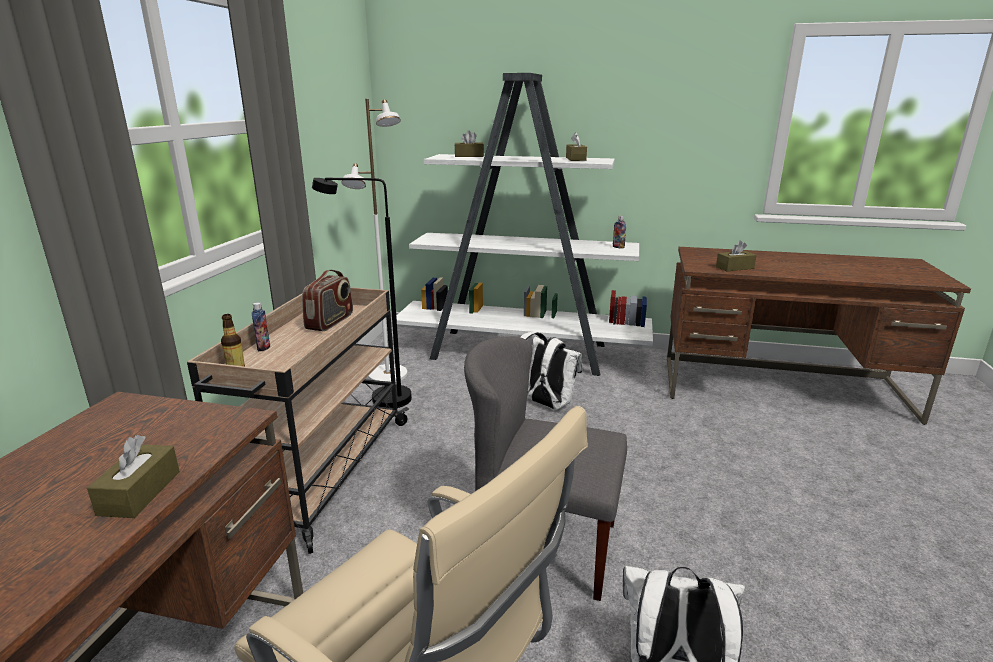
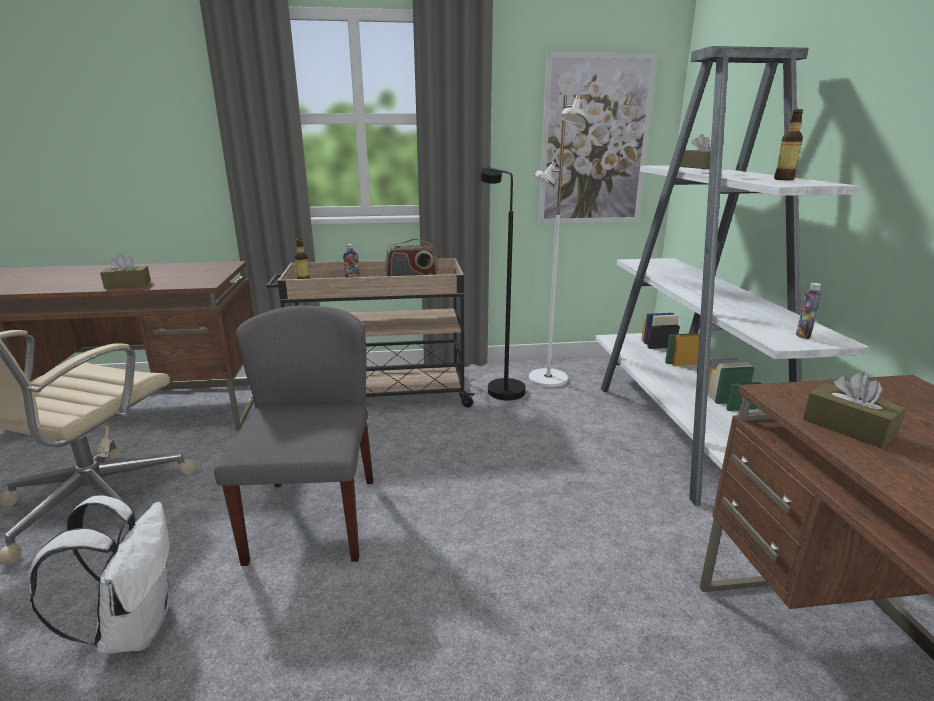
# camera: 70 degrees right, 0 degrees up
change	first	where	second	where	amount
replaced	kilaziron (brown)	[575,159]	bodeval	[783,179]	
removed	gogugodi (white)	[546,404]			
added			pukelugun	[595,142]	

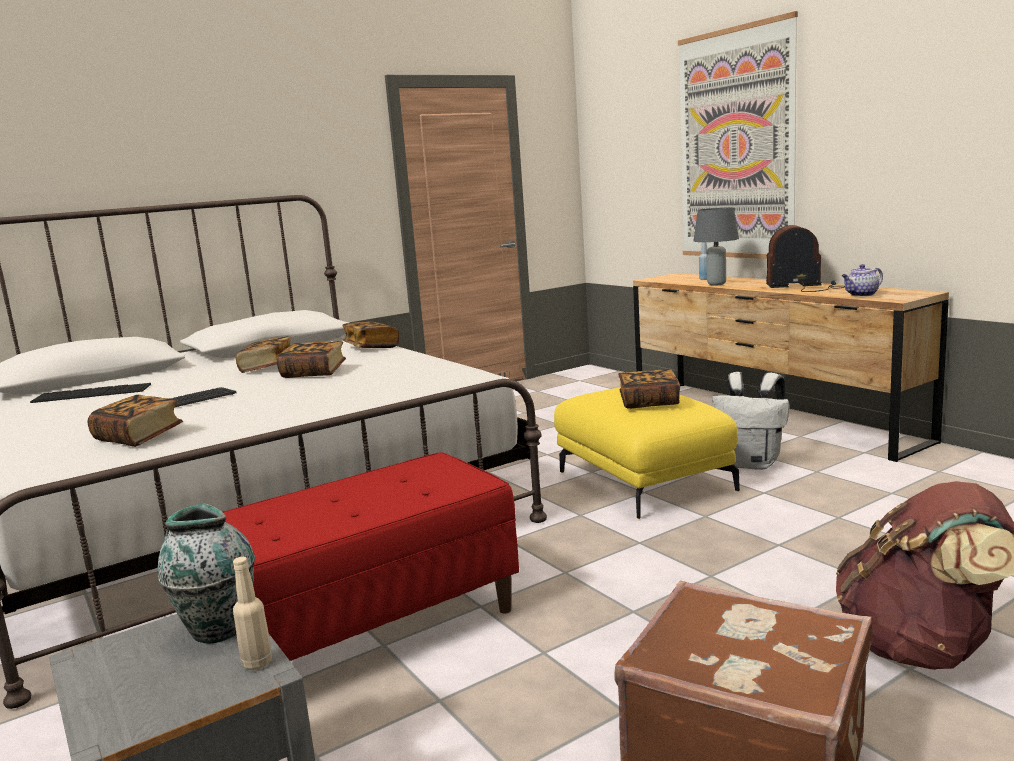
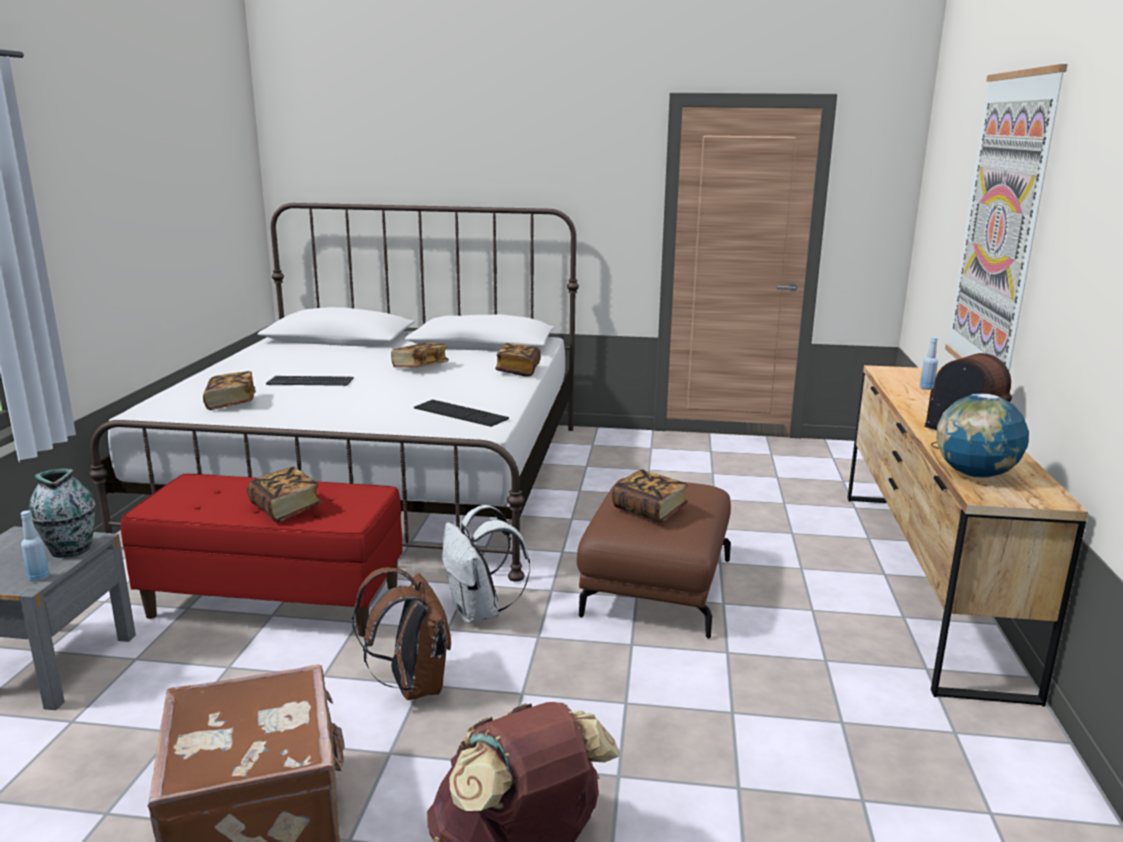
# camera: 40 degrees right, 5 degrees up
change	first	where	second	where	amount
removed	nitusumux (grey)	[716,284]			
replaced	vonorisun	[861,295]	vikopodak	[975,474]	
moved	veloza	[313,373]		[286,509]	
moved	gogugodi (white)	[752,464]		[479,613]	
moved	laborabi	[92,393]		[460,413]	
recoloured	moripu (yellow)	[642,482]	moripu (brown)	[655,586]	
recoloured	bodeval (beige)	[257,663]	bodeval (blue)	[38,578]	
added			gogugodi (brown)	[412,685]	

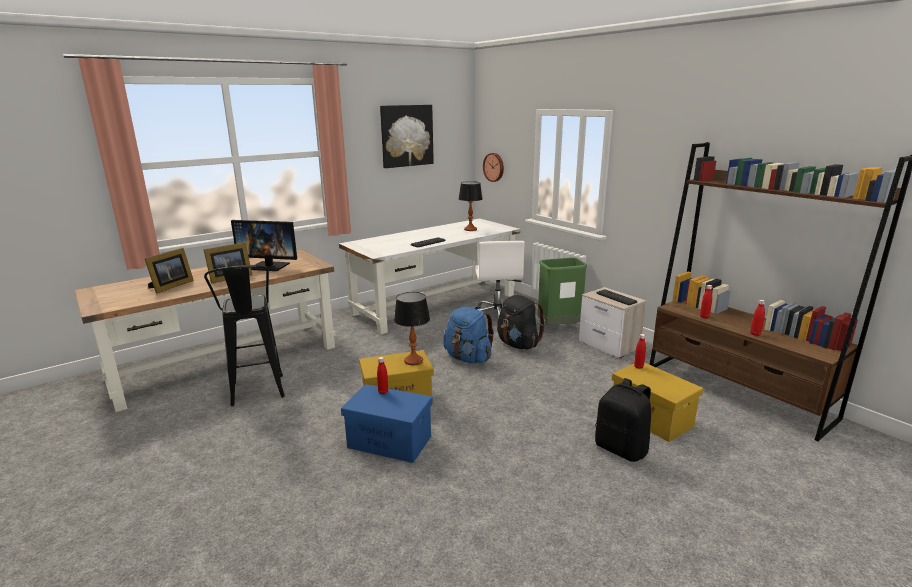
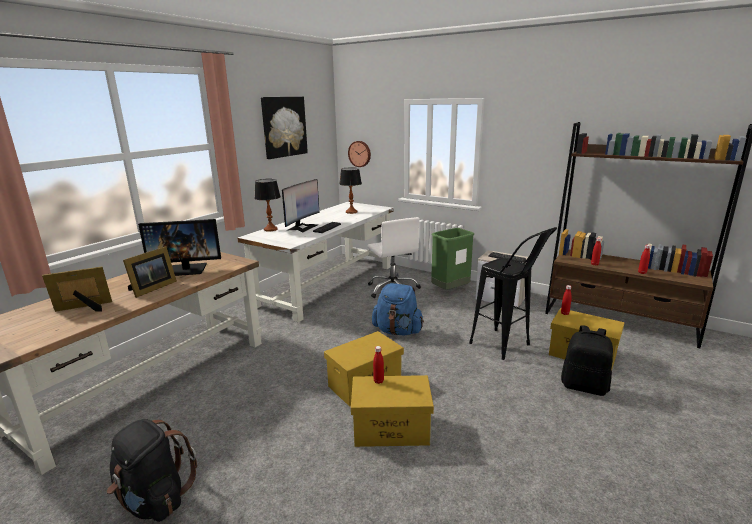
# camera: 20 degrees left, 0 degrees up
change	first	where	second	where	amount
turned	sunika	[170,286]		[85,308]	120 degrees counterclockwise
moved	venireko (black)	[258,395]		[507,347]	
moved	nitusumux	[413,361]		[270,229]	
moved	gogugodi (black)	[518,344]		[154,499]	
recoloured	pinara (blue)	[390,441]	pinara (yellow)	[392,429]	
added			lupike	[302,227]	

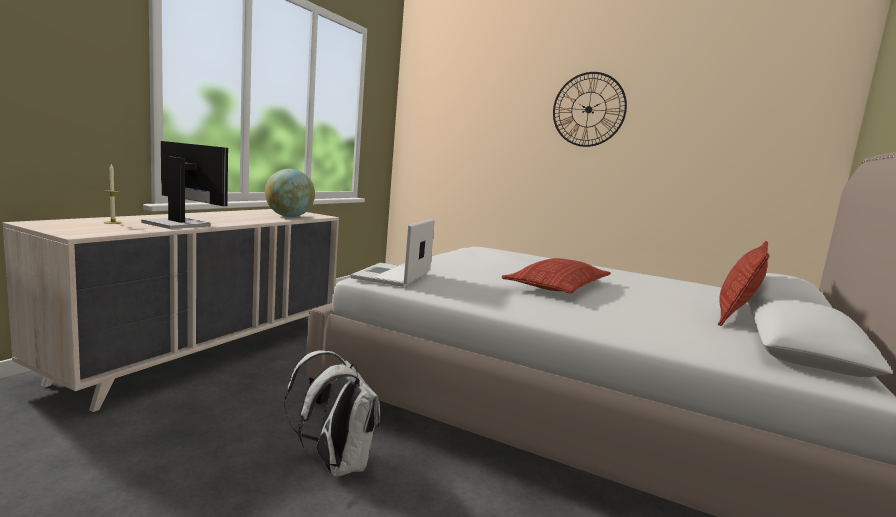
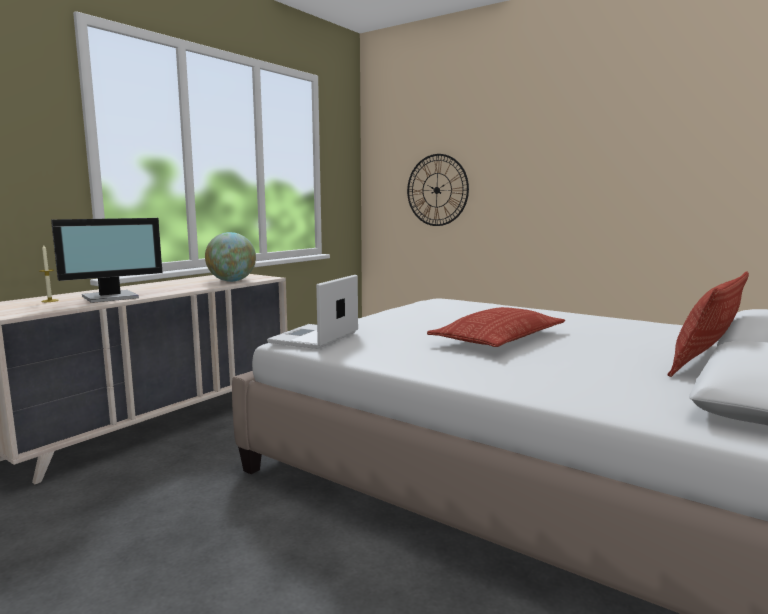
# camera: 10 degrees right, 0 degrees up
change	first	where	second	where	amount
moved	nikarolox	[588,109]		[437,190]	
turned	lupike	[178,224]		[111,297]	105 degrees clockwise
removed	gogugodi (white)	[335,464]			

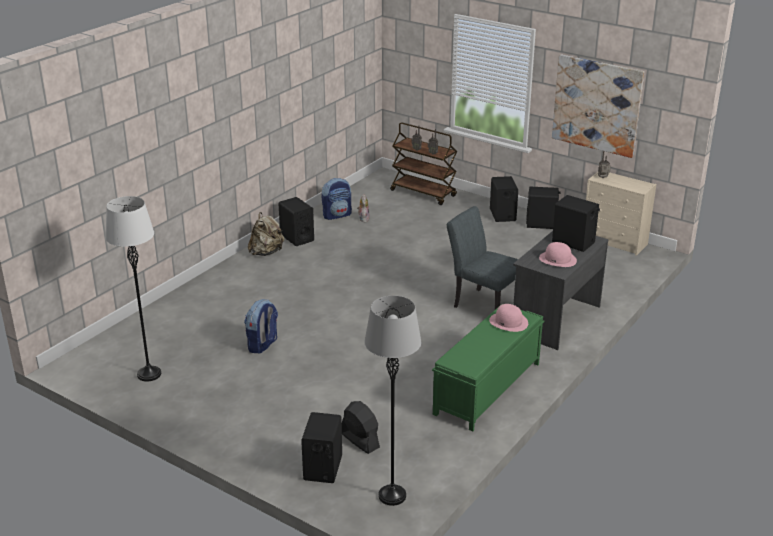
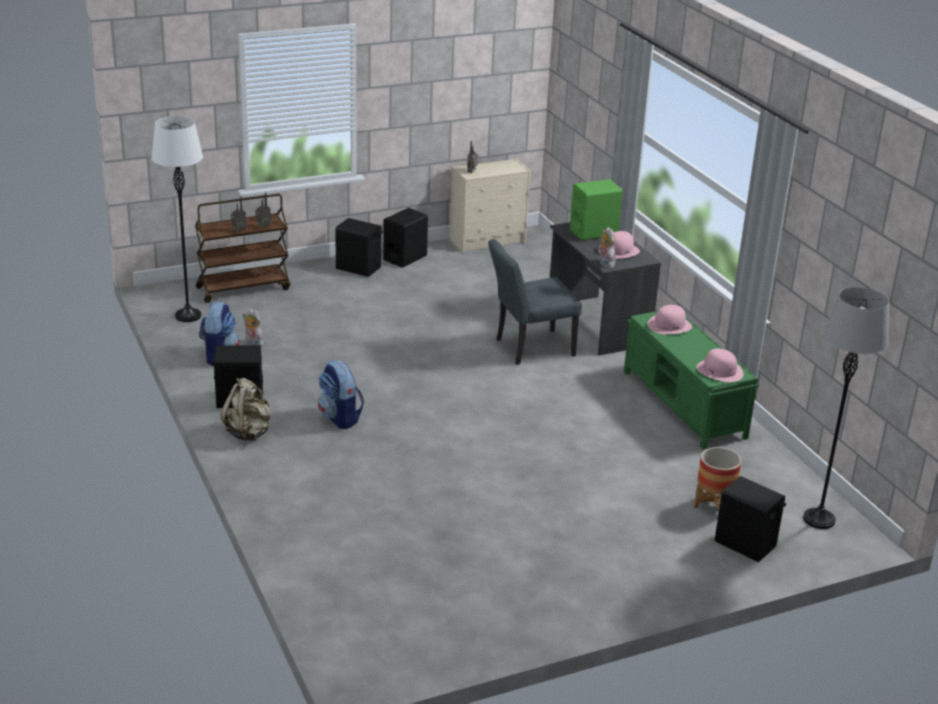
# camera: 60 degrees left, 0 degrees up
change	first	where	second	where	amount
removed	pukelugun	[597,105]			
recoloured	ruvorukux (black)	[573,242]	ruvorukux (green)	[594,232]	
moved	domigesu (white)	[149,374]		[188,316]	
moved	gogugodi	[263,345]		[340,418]	
replaced	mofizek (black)	[359,440]	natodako	[713,506]	
added			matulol	[605,263]	
added			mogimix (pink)	[720,370]	

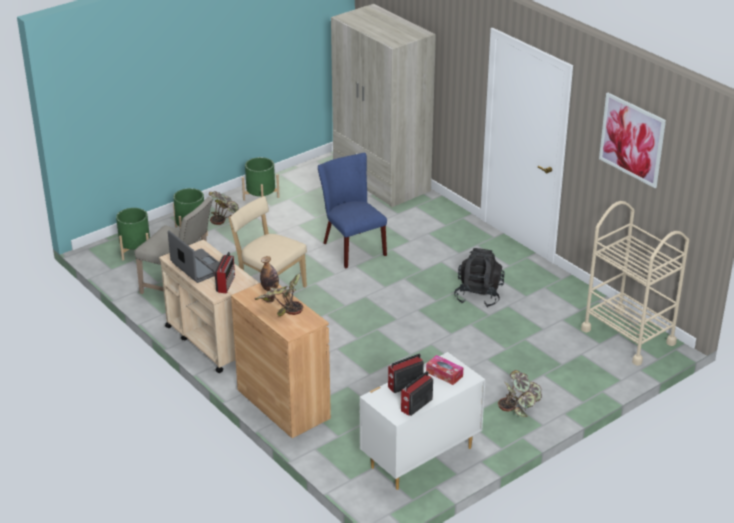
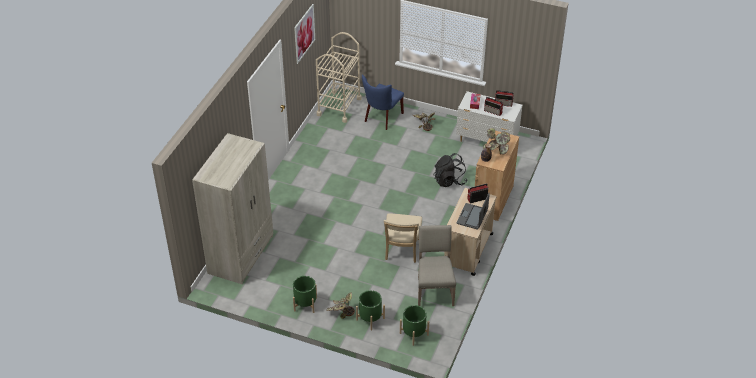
# camera: 120 degrees left, 10 degrees up
change	first	where	second	where	amount
moved	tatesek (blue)	[351,247]		[382,118]	
moved	gogugodi (black)	[478,295]		[449,181]	

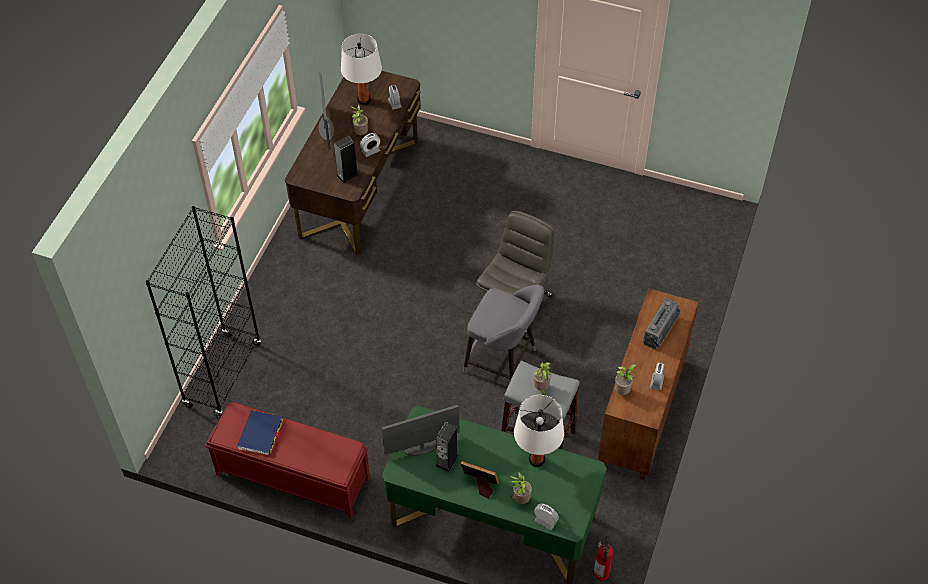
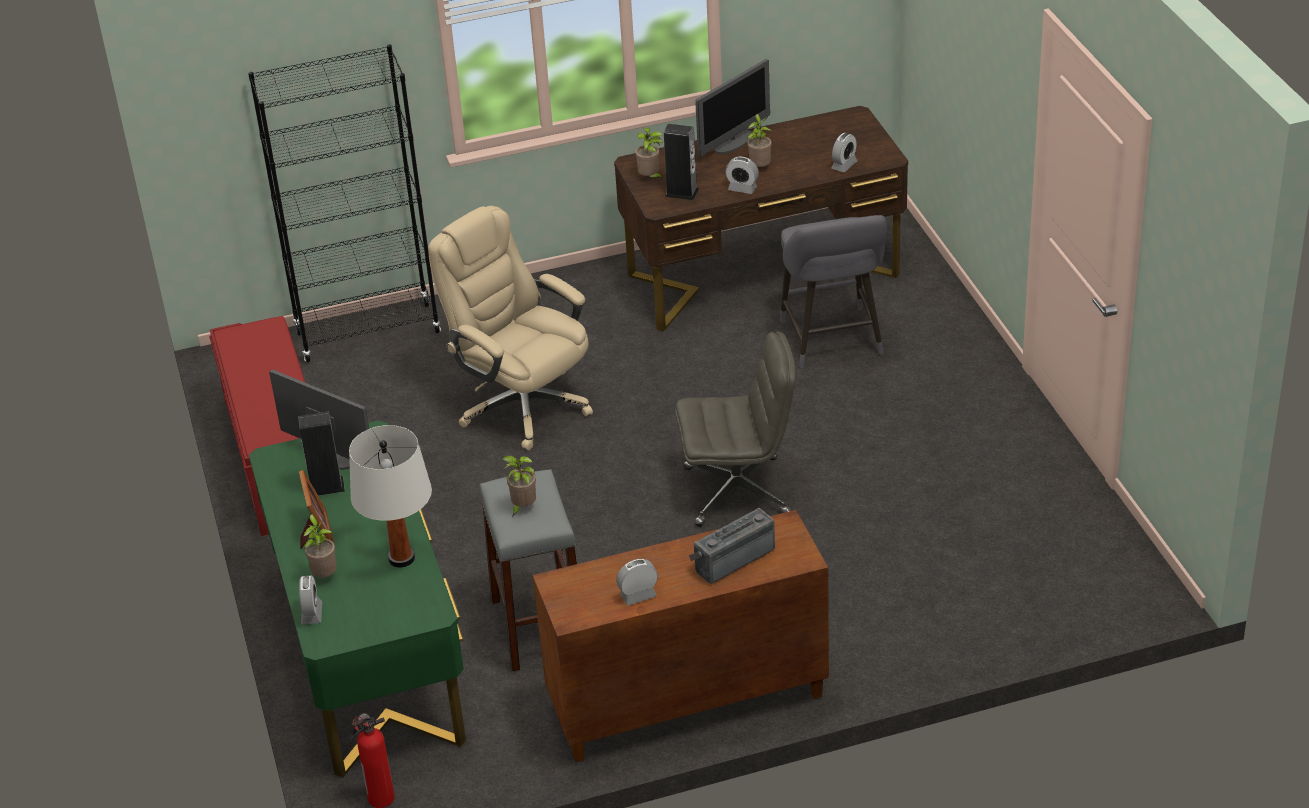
# camera: 55 degrees right, 15 degrees down
change	first	where	second	where	amount
removed	nitusumux (white)	[364,100]			
moved	venireko (grey)	[503,362]		[833,341]	
turned	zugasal	[661,331]		[732,558]	150 degrees clockwise
moved	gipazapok	[623,391]		[650,178]	
removed	veloza (blue)	[260,434]			
added			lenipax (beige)	[522,405]	

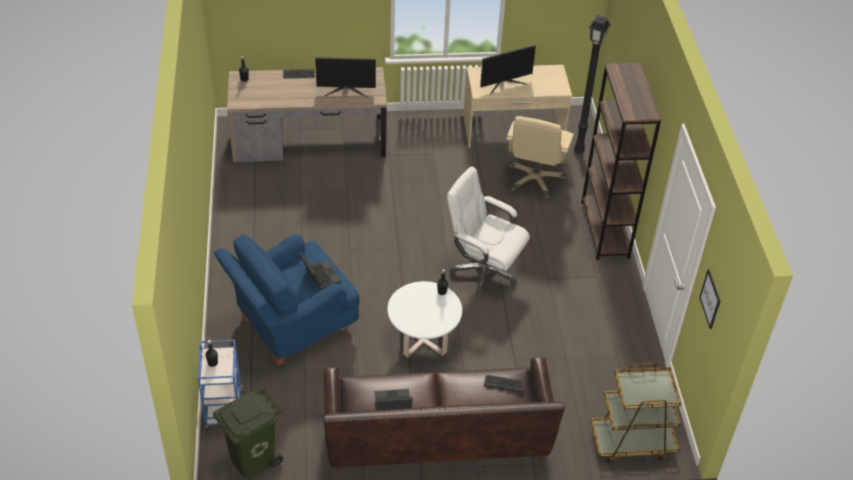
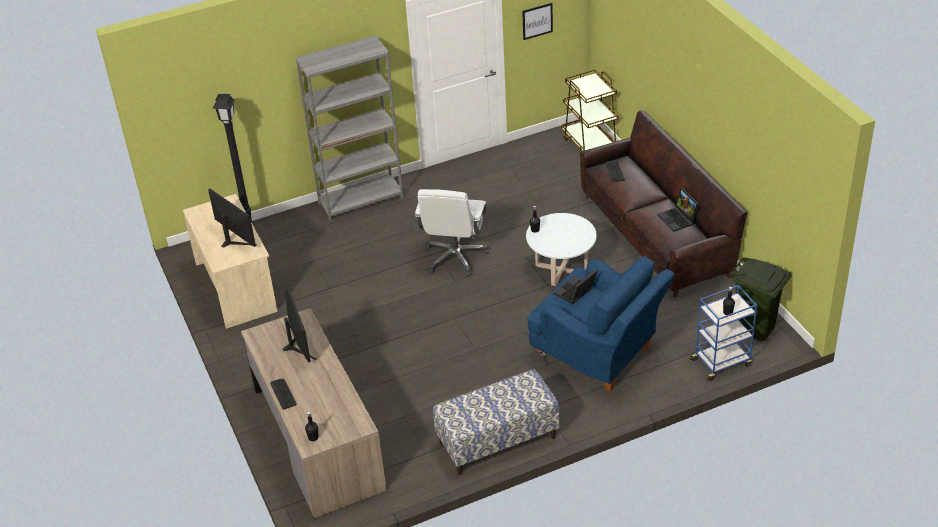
# camera: 105 degrees left, 5 degrees down
change	first	where	second	where	amount
recoloured	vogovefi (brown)	[605,230]	vogovefi (grey)	[361,200]	
removed	lenipax (beige)	[535,180]			
added			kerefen	[497,441]	

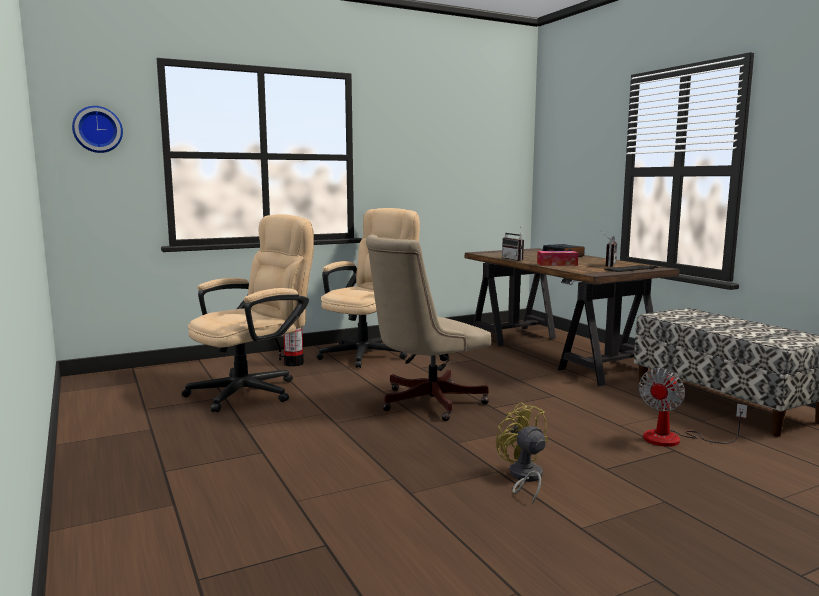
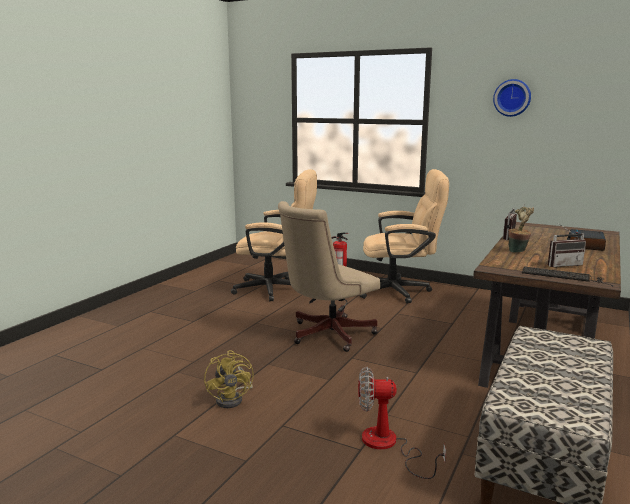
# camera: 55 degrees right, 5 degrees up
change	first	where	second	where	amount
moved	nikarolox	[97,129]		[512,98]	
turned	lenipax (beige)	[424,403]		[326,335]	60 degrees counterclockwise
replaced	kilaziron	[557,264]	gipazapok	[518,251]	
turned	mofizek (yellow)	[524,478]		[233,399]	135 degrees clockwise

